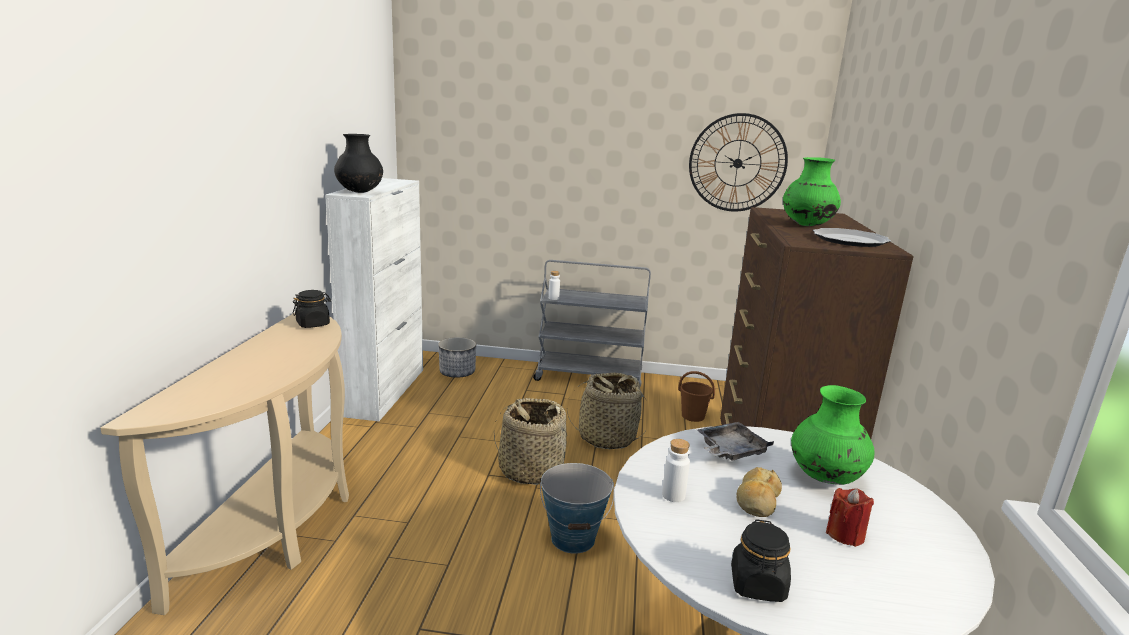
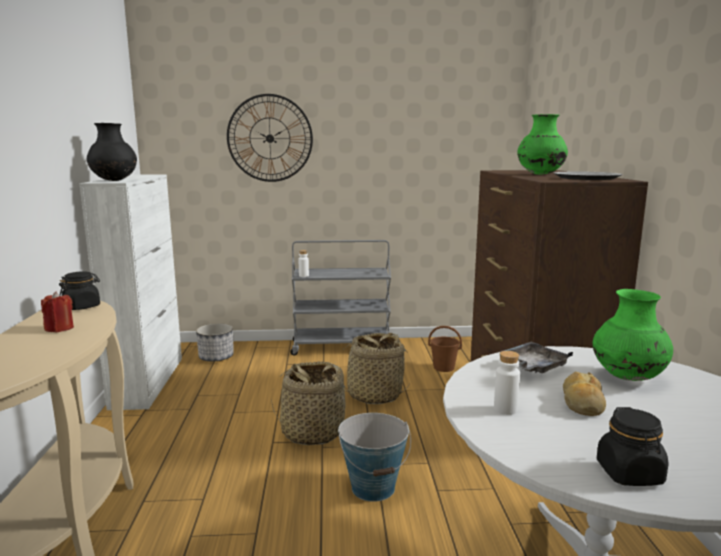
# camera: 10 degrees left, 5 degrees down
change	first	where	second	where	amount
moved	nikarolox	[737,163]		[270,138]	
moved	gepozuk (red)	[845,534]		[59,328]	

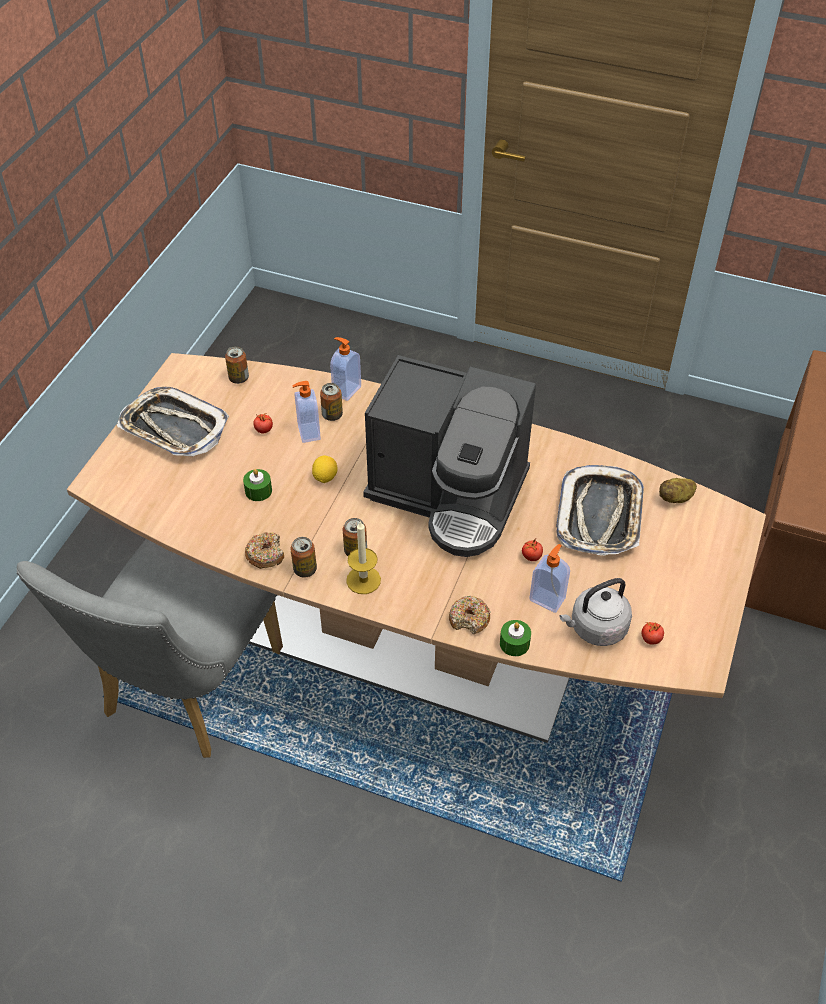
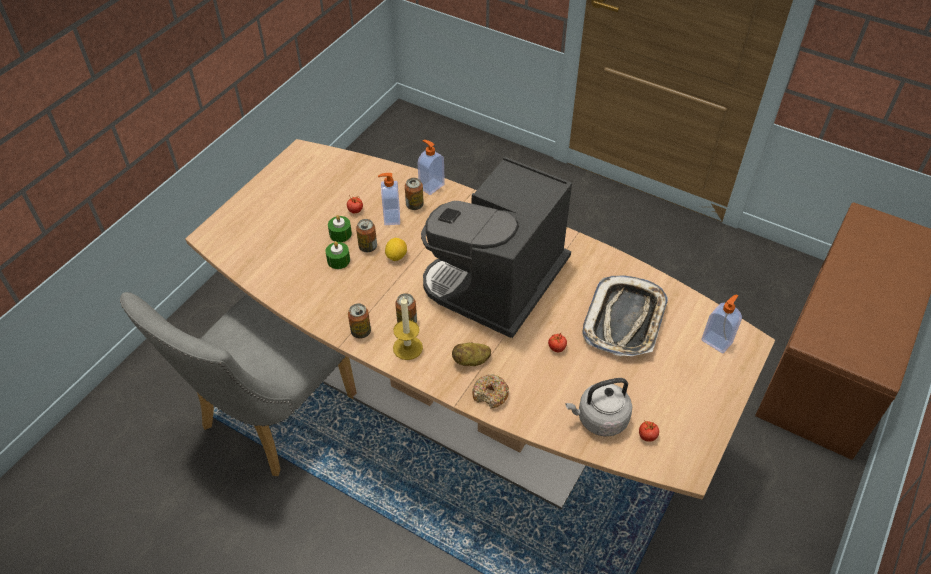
# camera: 10 degrees right, 0 degrees up
change	first	where	second	where	amount
moved	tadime	[239,378]		[368,247]	
turned	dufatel	[449,494]		[498,285]	90 degrees clockwise
removed	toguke	[174,428]			
moved	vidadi	[676,498]		[471,361]	
removed	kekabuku	[265,554]			
moved	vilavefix	[547,598]		[717,341]	
moved	gepozuk (green)	[514,643]		[340,234]	

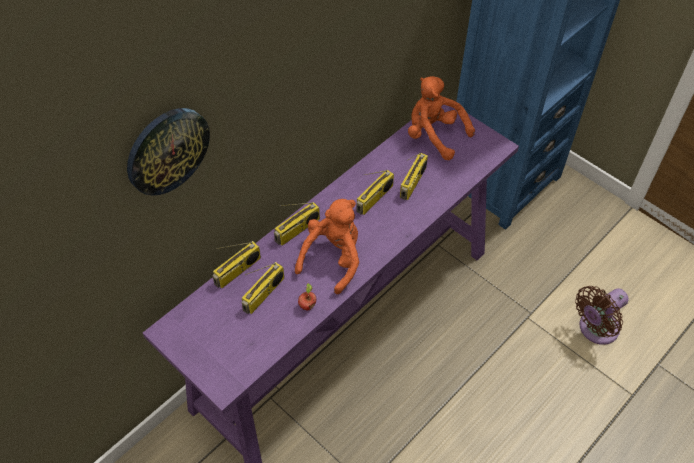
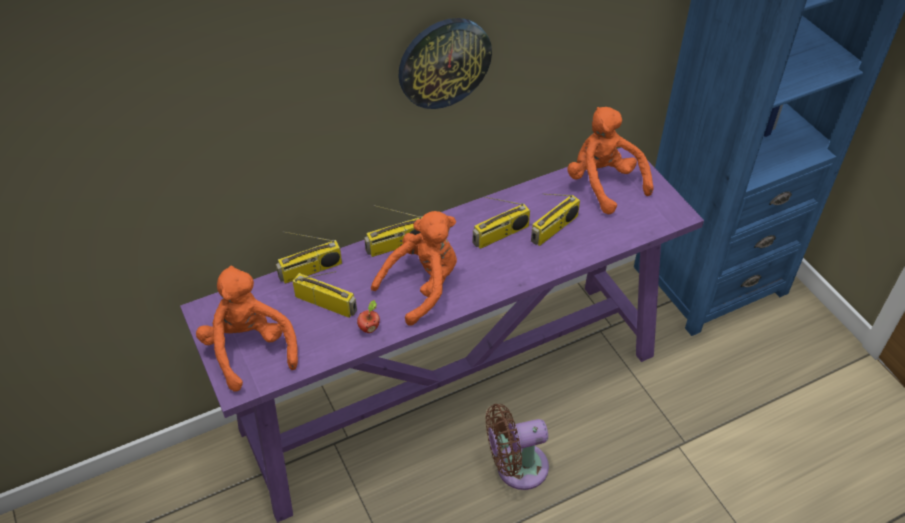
# camera: 20 degrees right, 5 degrees down
change	first	where	second	where	amount
moved	nikarolox	[167,150]		[444,62]	
turned	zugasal	[264,294]		[327,303]	120 degrees counterclockwise
moved	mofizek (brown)	[595,329]		[516,468]	
added			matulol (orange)	[249,349]	

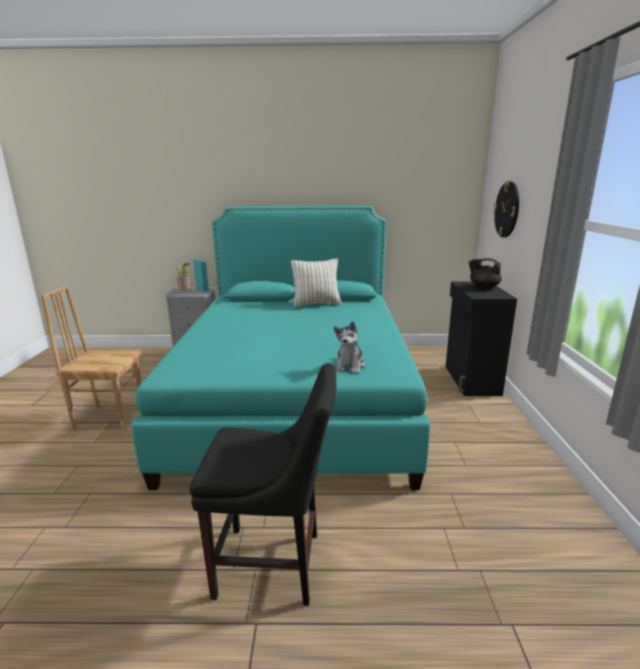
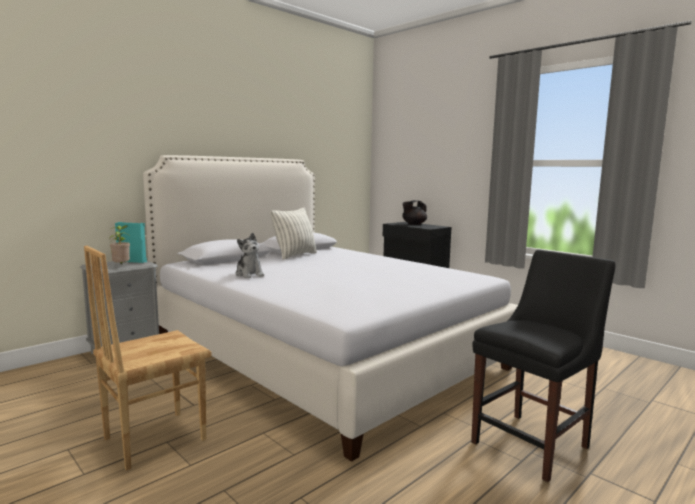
# camera: 45 degrees left, 10 degrees down
change	first	where	second	where	amount
removed	nikarolox	[507,209]			
recoloured	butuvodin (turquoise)	[294,398]	butuvodin (white)	[321,352]	
moved	matulol	[350,366]		[249,274]	

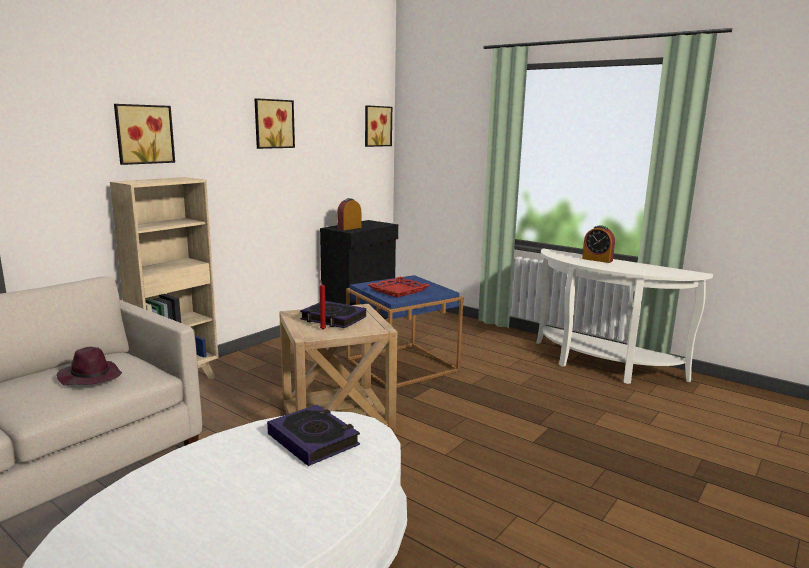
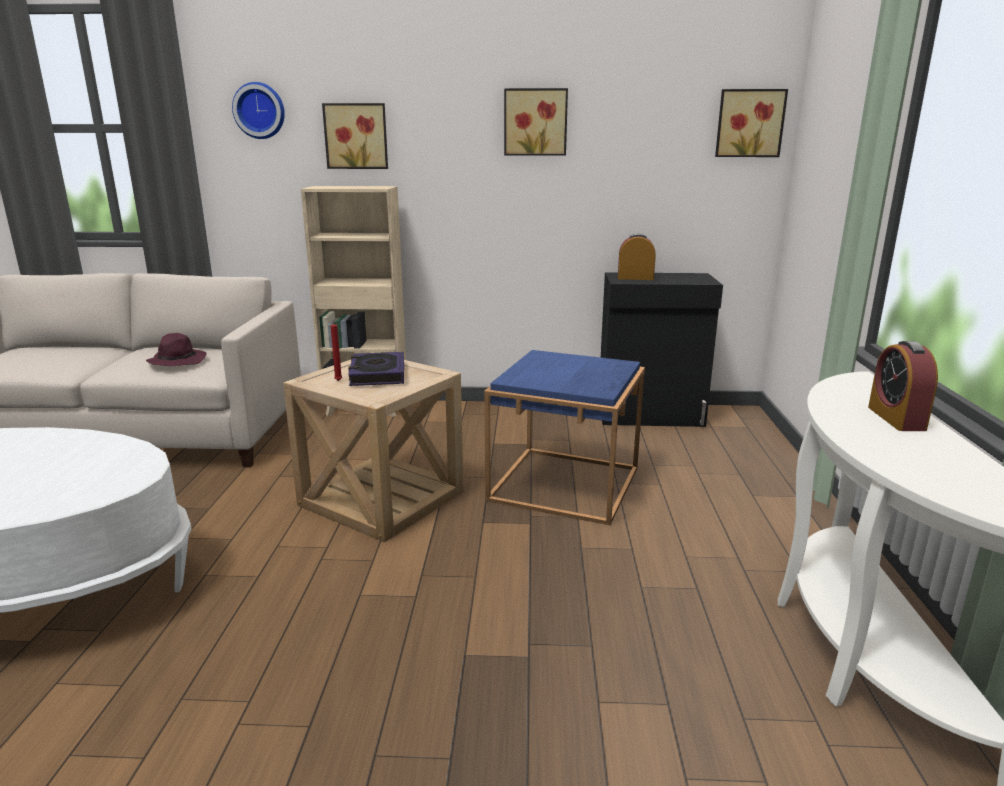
# camera: 55 degrees right, 5 degrees up
change	first	where	second	where	amount
removed	toguke (red)	[398,290]			
removed	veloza	[313,440]			
added			nikarolox	[260,111]	

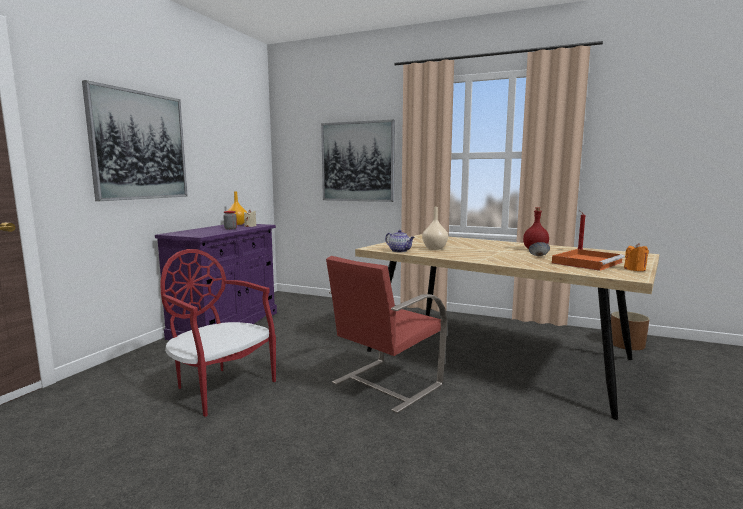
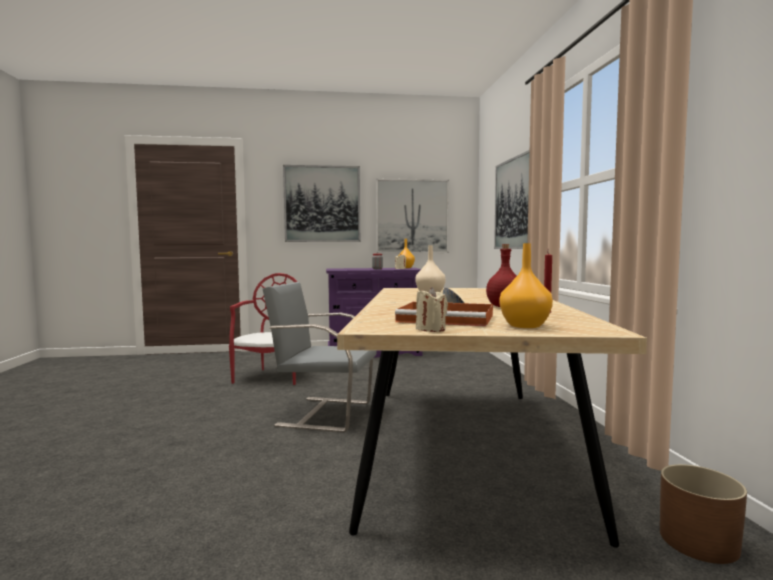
# camera: 60 degrees right, 5 degrees down
change	first	where	second	where	amount
removed	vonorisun	[400,251]			
recoloured	gepozuk (orange)	[635,269]	gepozuk (beige)	[431,329]	
recoloured	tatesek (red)	[385,384]	tatesek (grey)	[323,413]	
added			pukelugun	[412,216]	
added			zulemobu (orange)	[524,326]	

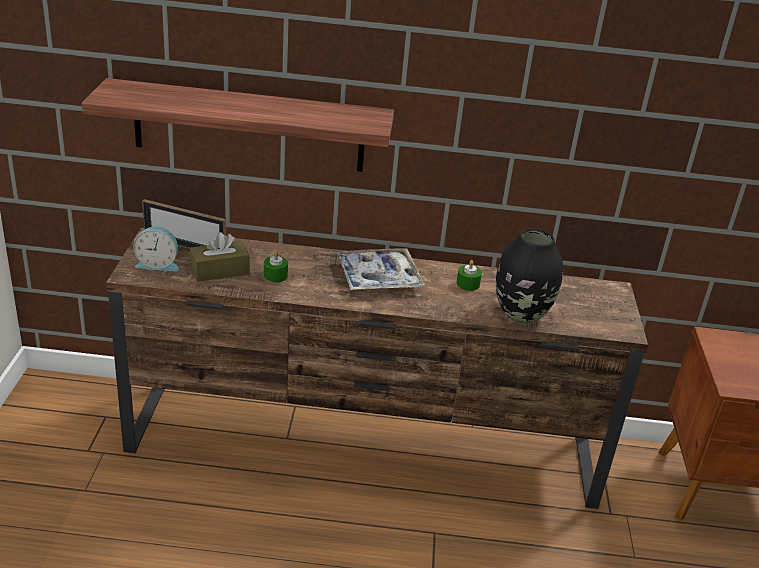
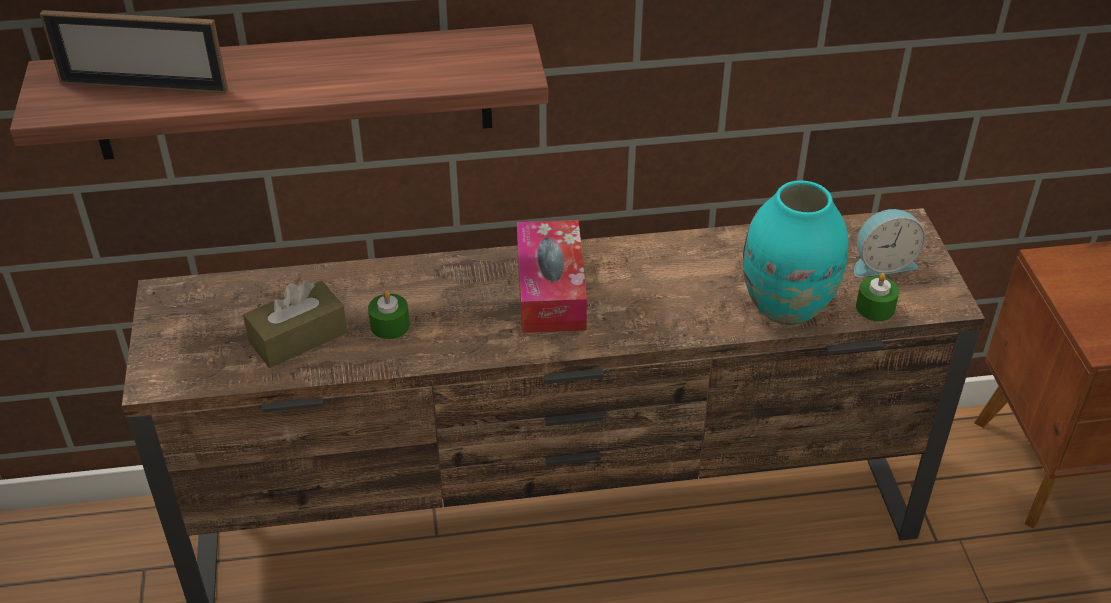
# camera: 10 degrees left, 10 degrees up
change	first	where	second	where	amount
moved	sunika	[185,246]		[144,86]	
moved	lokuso	[158,264]		[882,263]	
recoloured	zulemobu (black)	[522,314]	zulemobu (turquoise)	[787,307]	
replaced	toguke	[378,277]	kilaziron	[550,290]	
moved	gepozuk (green)	[468,284]		[875,308]	

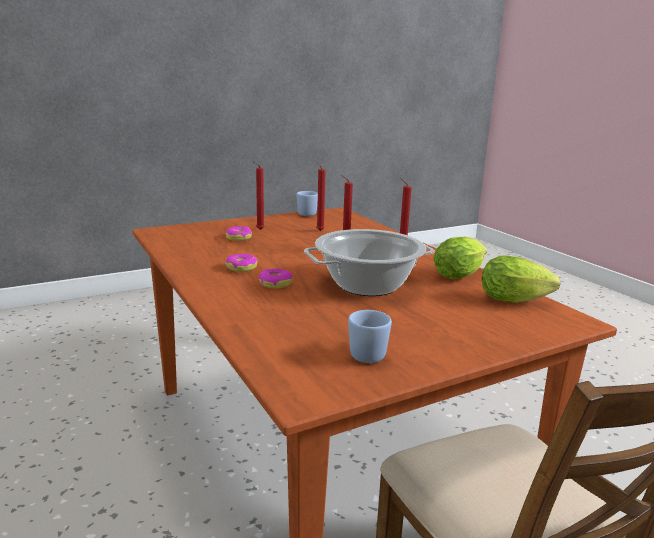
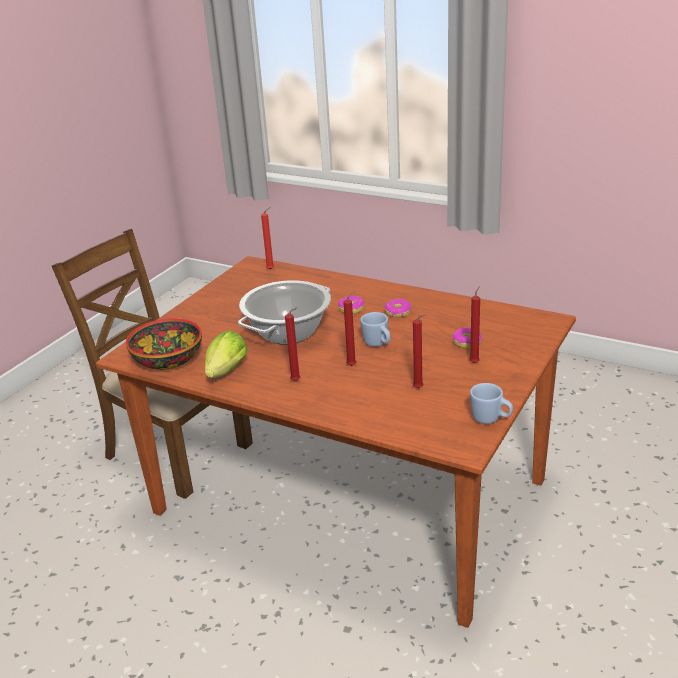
# camera: 150 degrees right, 10 degrees up
change	first	where	second	where	amount
replaced	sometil	[517,301]	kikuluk	[169,360]	
moved	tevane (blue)	[366,353]		[378,344]	
added			gepozuk (red)	[271,269]	

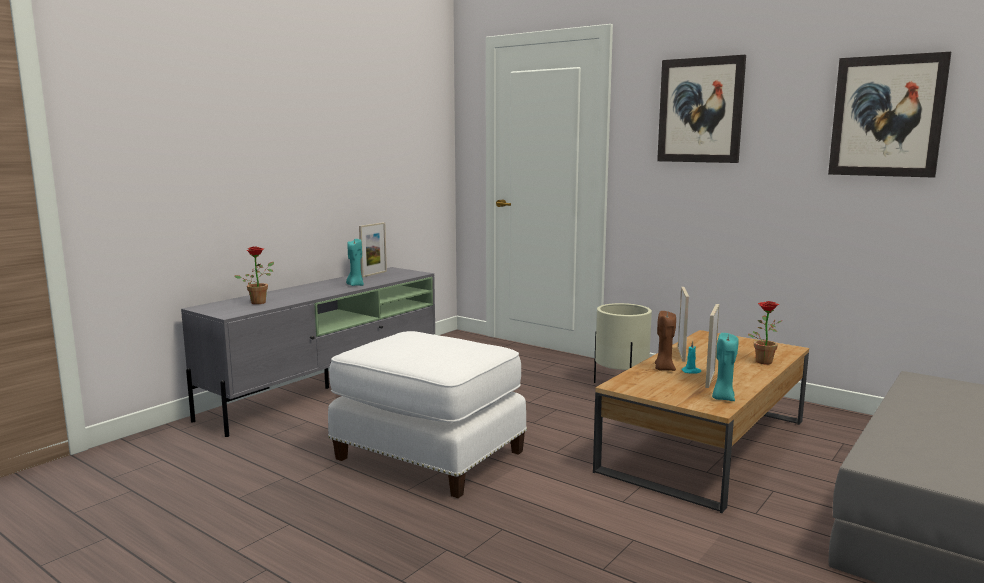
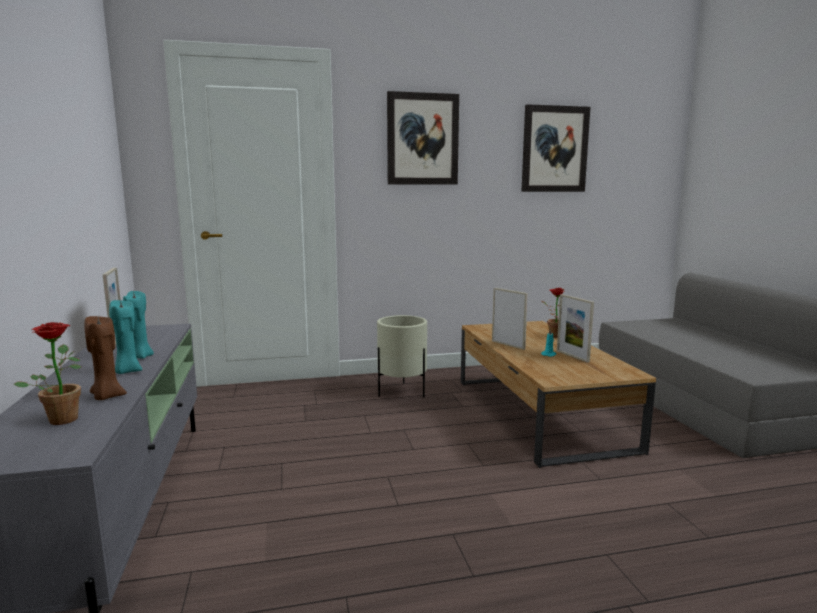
# camera: 50 degrees left, 0 degrees up
change	first	where	second	where	amount
moved	gepozuk (brown)	[663,369]		[107,396]	
removed	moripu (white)	[428,456]			
moved	gepozuk (turquoise)	[722,398]		[127,371]	

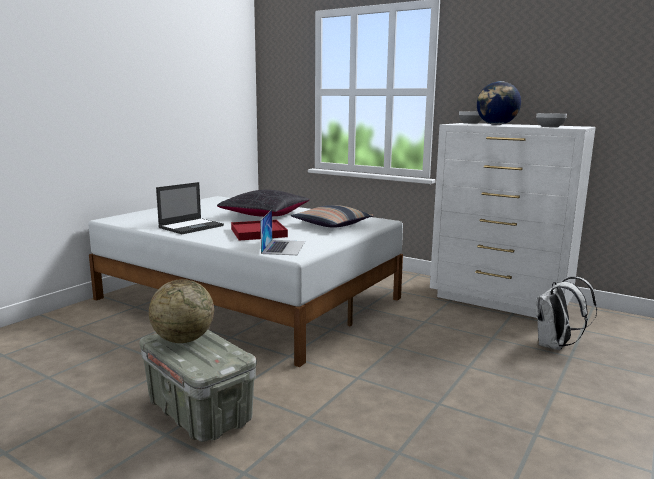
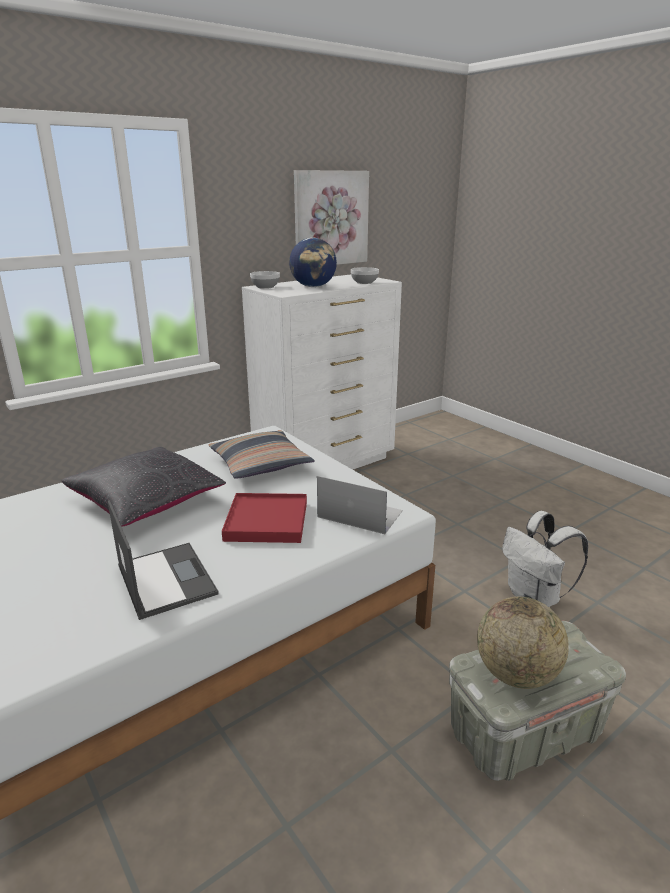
# camera: 70 degrees left, 10 degrees up
change	first	where	second	where	amount
moved	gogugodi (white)	[555,346]		[535,598]	
added			pukelugun	[330,218]	

